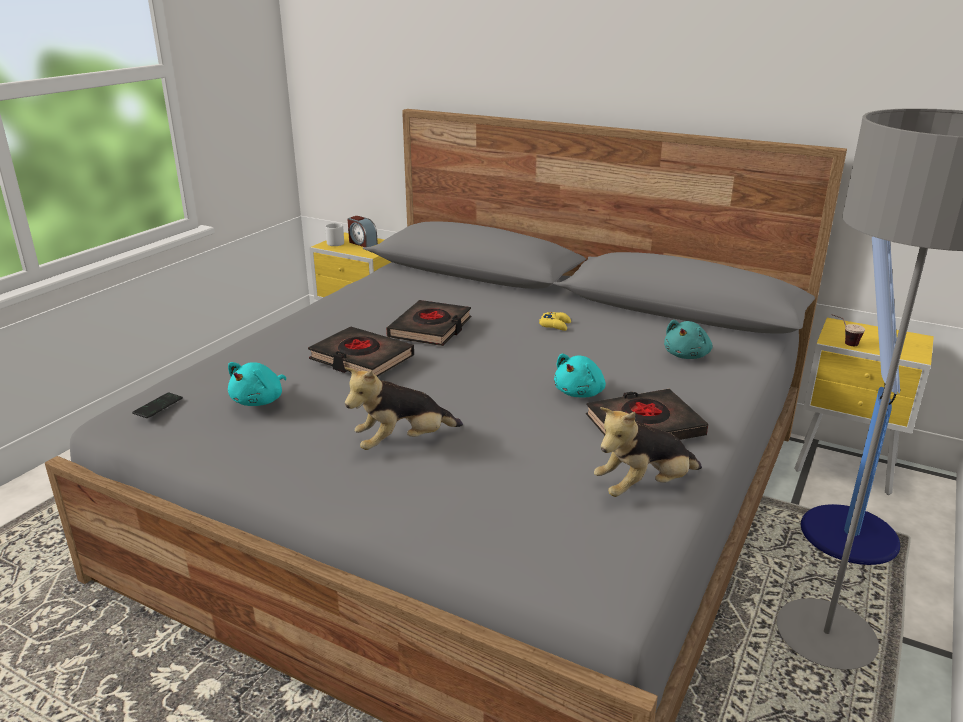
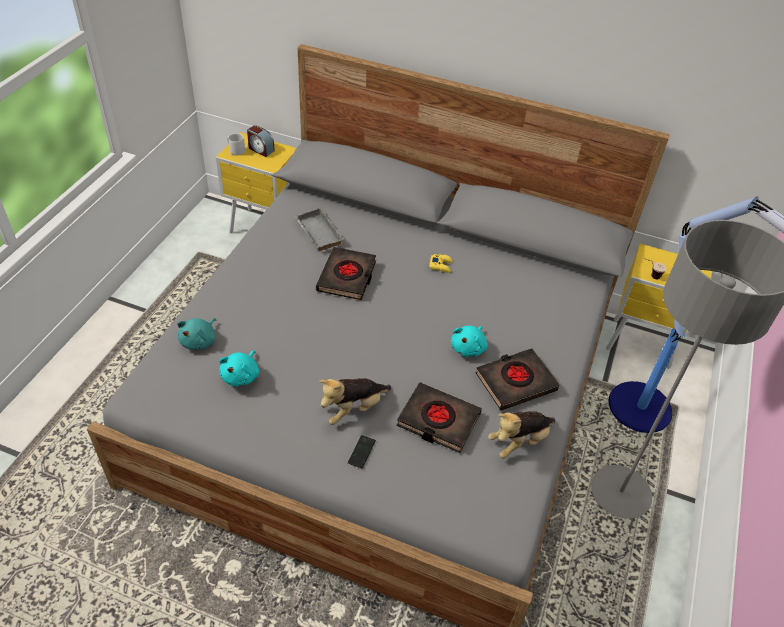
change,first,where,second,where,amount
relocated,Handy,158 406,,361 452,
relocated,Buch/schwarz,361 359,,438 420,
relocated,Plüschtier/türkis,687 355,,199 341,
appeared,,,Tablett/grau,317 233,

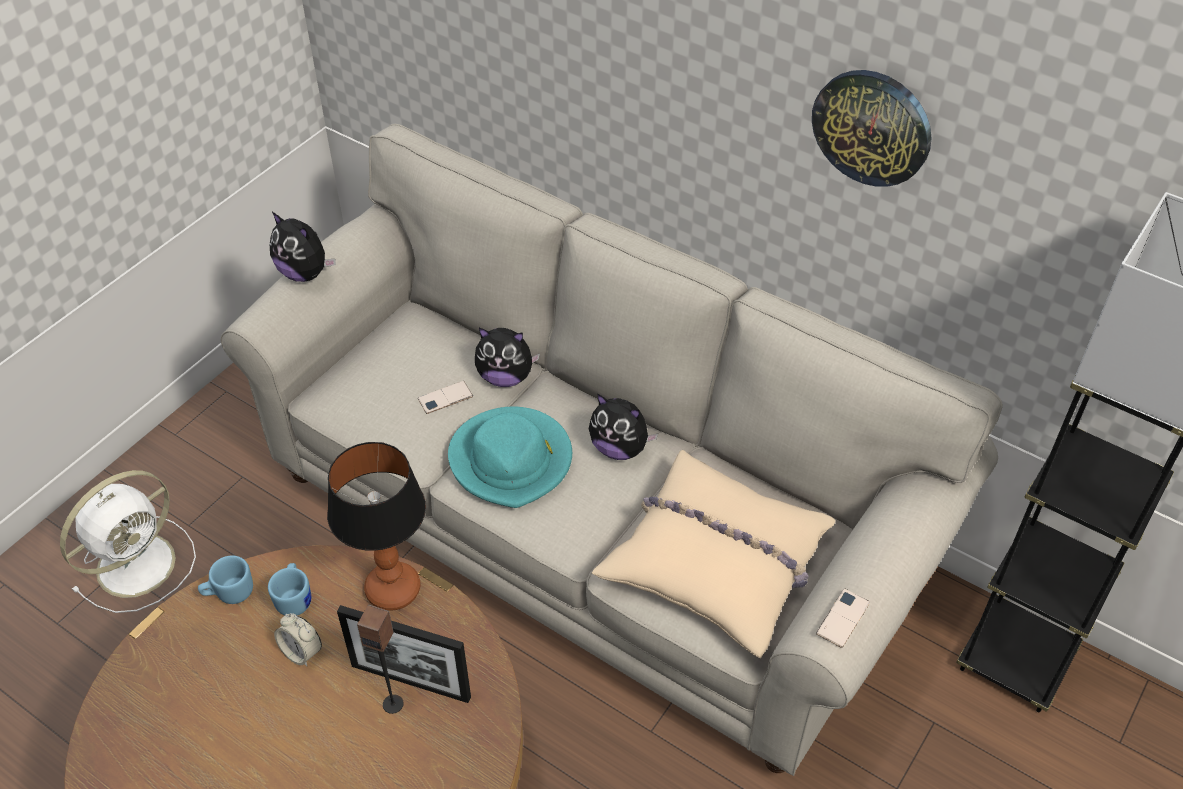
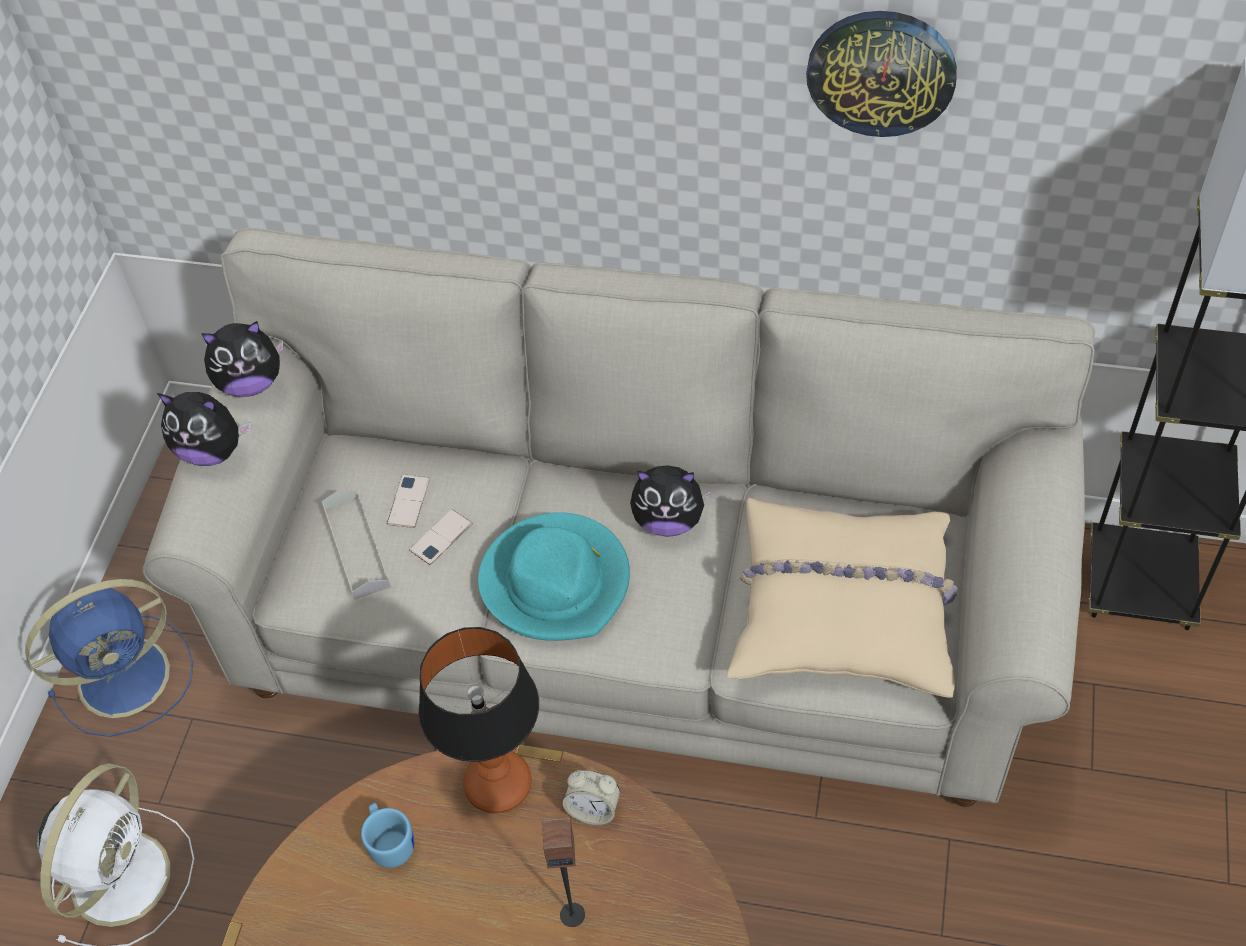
change,first,where,second,where,amount
missing,Henkelbecher/blau,229 593,,,
relocated,Wecker,302 652,,593 809,
missing,Bilderrahmen,411 681,,,
relocated,Plüschtier,505 377,,251 383,
relocated,Handy,842 618,,408 501,
appeared,,,Ventilator/blau,128 675,
appeared,,,Tablett/grau,356 547,

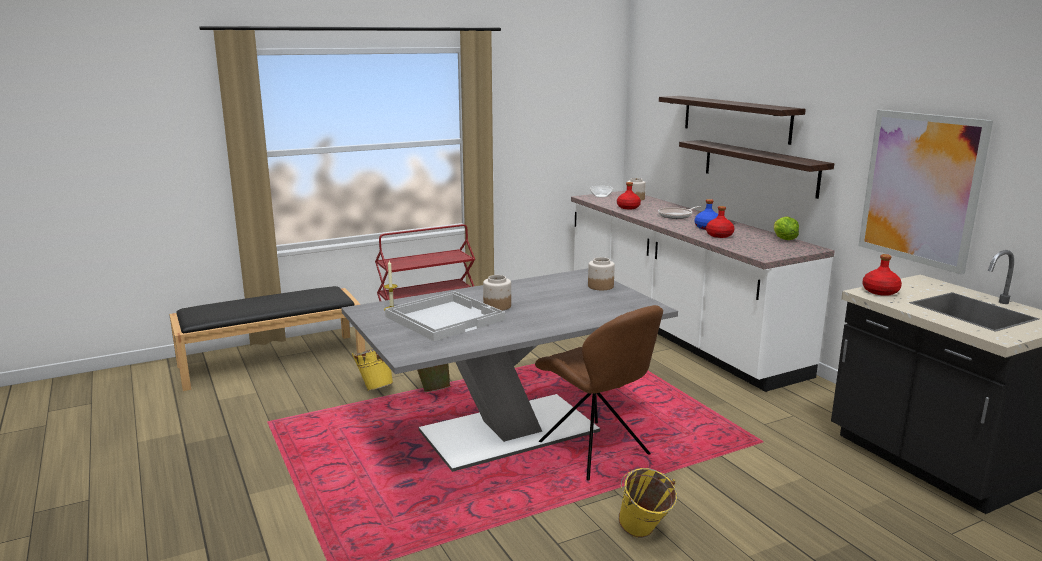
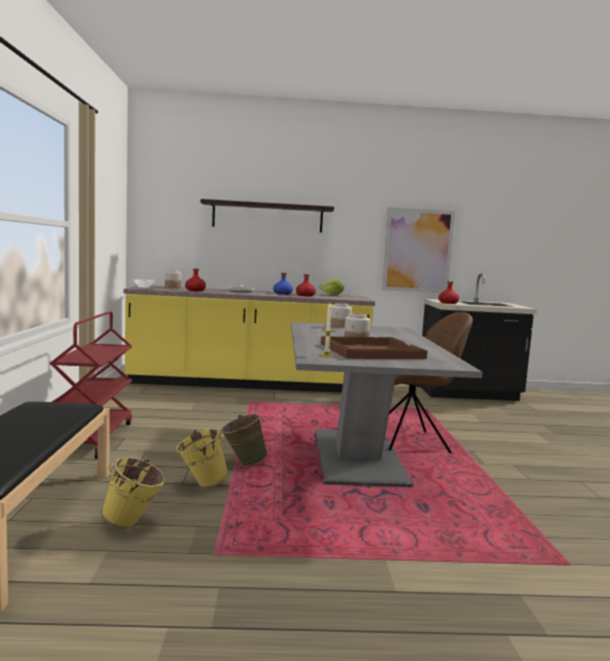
change,first,where,second,where,amount
colour,Tablett/weiß,445 317,Tablett/braun,369 350,
colour,Küchenzeile/weiß,676 331,Küchenzeile/gelb,248 384,
relocated,Eimer/gelb,644 535,,133 524,
missing,Wandregal,759 167,,,

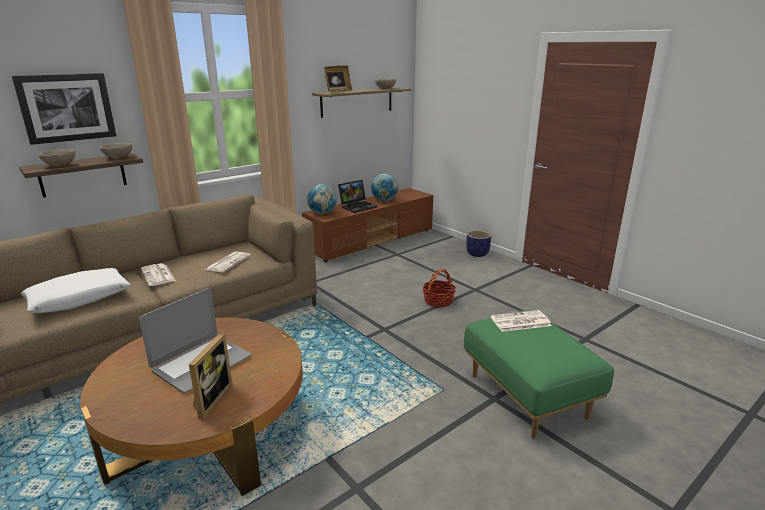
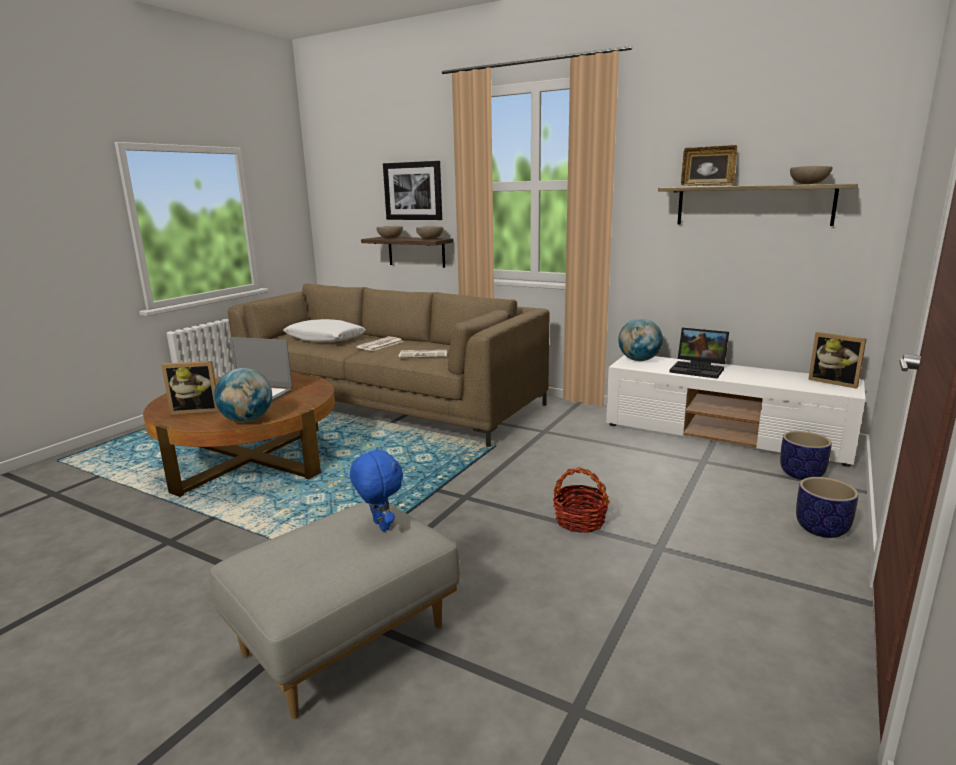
change,first,where,second,where,amount
colour,Fernsehschrank/braun,372 240,Fernsehschrank/weiß,725 435,
relocated,Globus,384 200,,247 420,
colour,Polsterhocker/grün,528 396,Polsterhocker/grau,344 642,
exchanged,Zeitung,520 322,Plüschtier/blau,379 526,
appeared,,,Pflanzkübel,801 474,
appeared,,,Bilderrahmen,834 382,

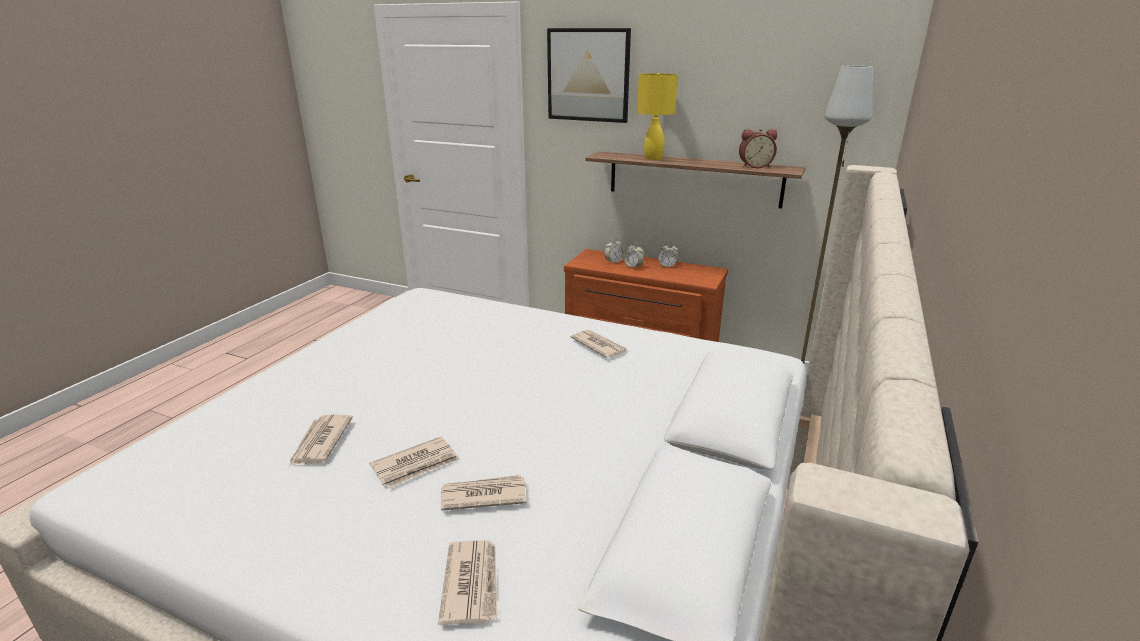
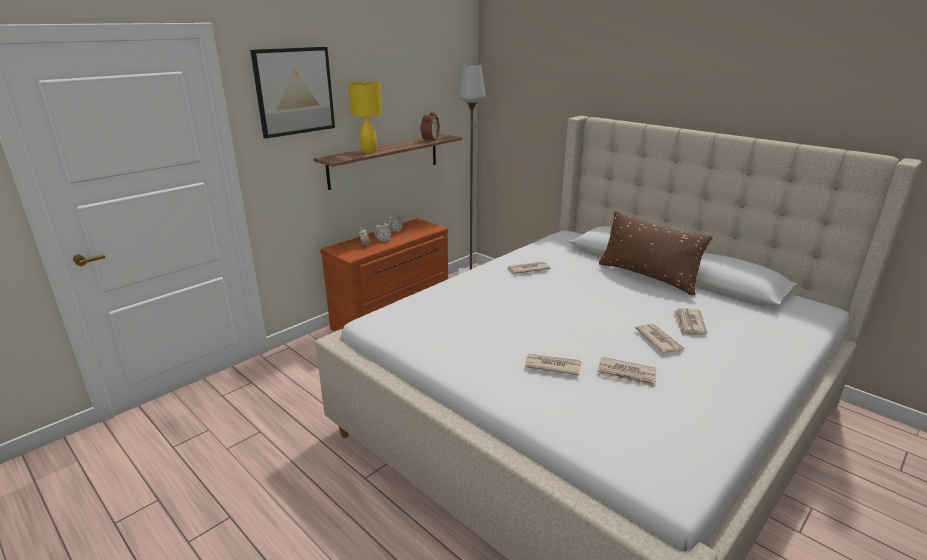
change,first,where,second,where,amount
relocated,Zeitung,472 583,,552 366,
appeared,,,Kissen/braun,647 277,

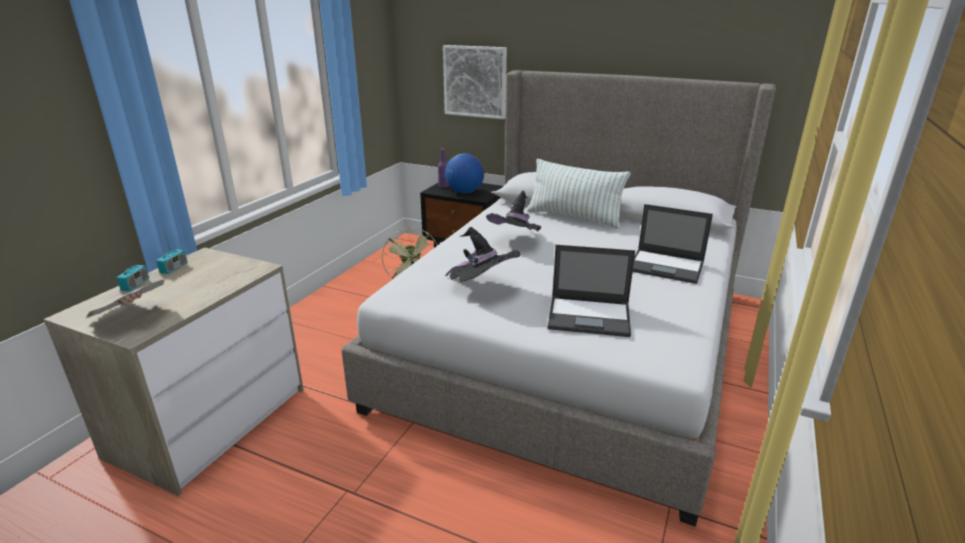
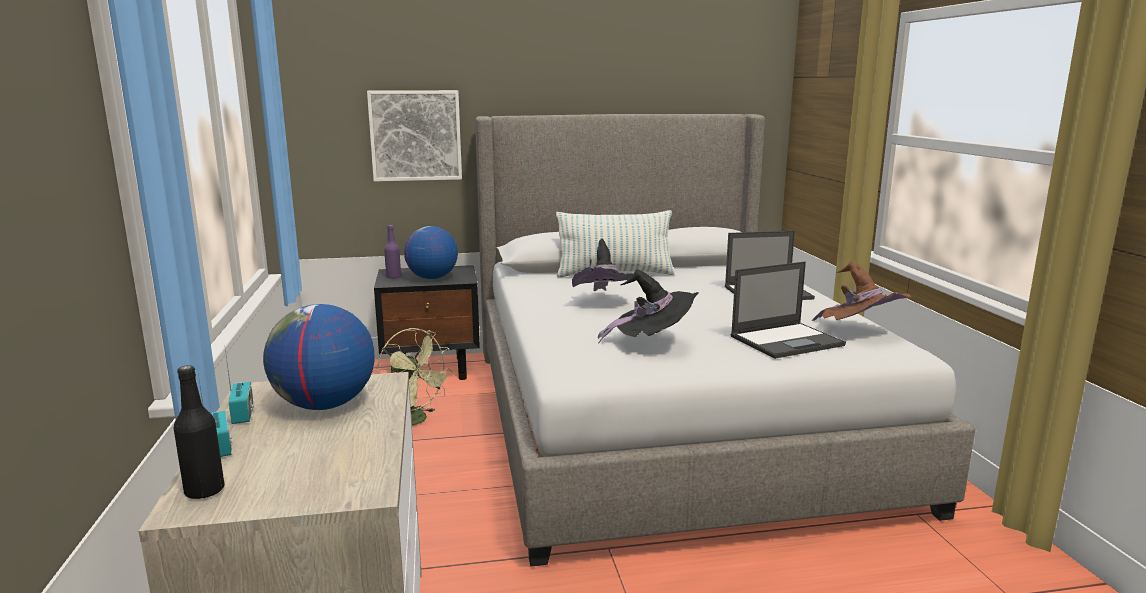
change,first,where,second,where,amount
missing,Zeitung,131 316,,,
appeared,,,Flasche/schwarz,204 491,
appeared,,,Globus,324 405,
appeared,,,Hut/braun,859 332,

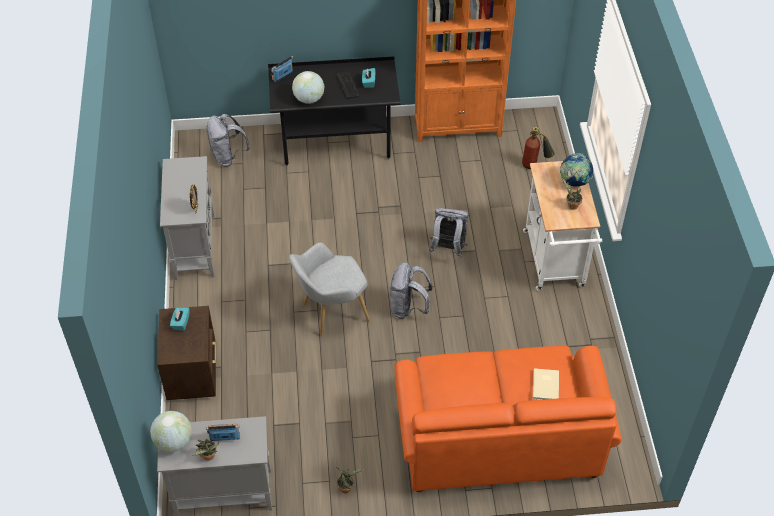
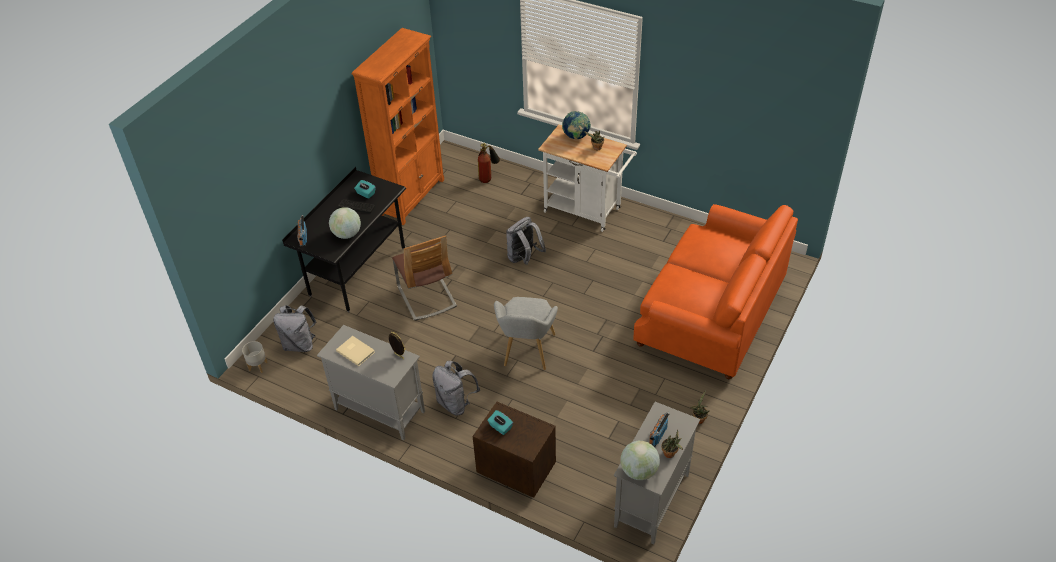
change,first,where,second,where,amount
relocated,Rucksack/grau,408 308,,456 403,
relocated,Buch/beige,546 385,,356 351,
appeared,,,Pflanzkübel/grau,257 366,
appeared,,,Stuhl,426 296,

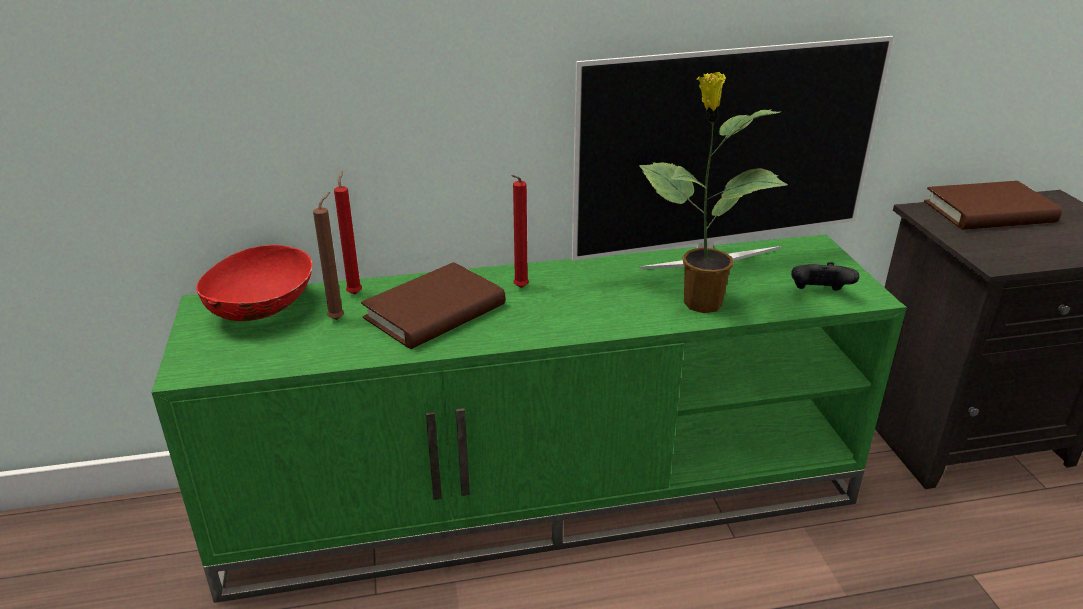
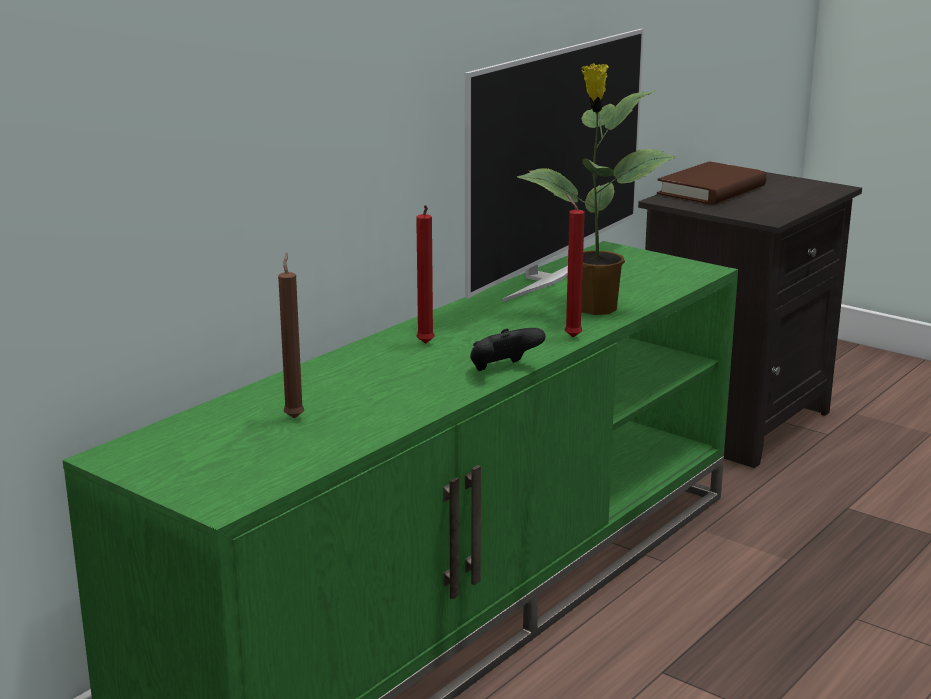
change,first,where,second,where,amount
missing,Schüssel/rot,262 311,,,
relocated,Kerze/rot,355 293,,571 336,
missing,Buch/braun,435 312,,,
relocated,Gamepad/schwarz,818 294,,503 370,

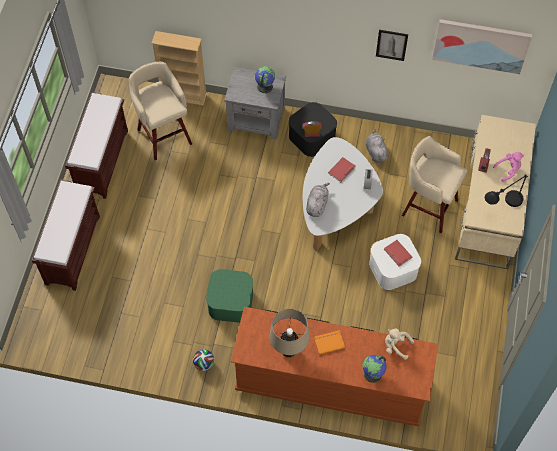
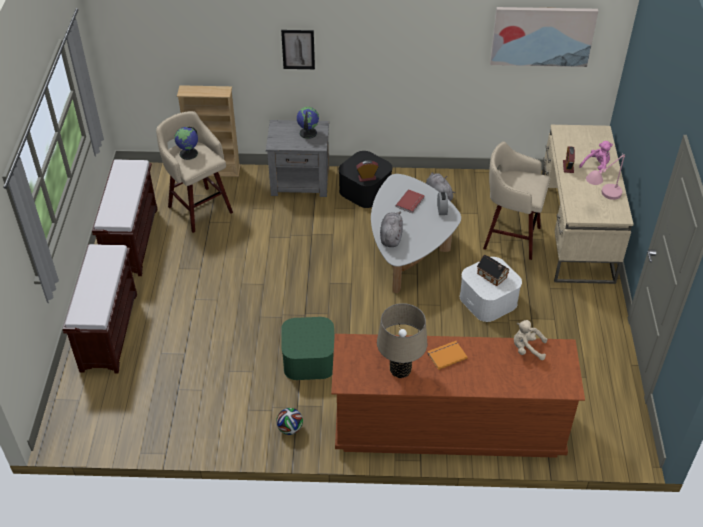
change,first,where,second,where,amount
relocated,Globus,373 374,,189 153,
relocated,Bild,391 45,,298 49,
exchanged,Buch/rot,397 254,Spielzeughaus,492 276,
colour,Tischlampe/schwarz,501 207,Tischlampe/rosa,601 201,

